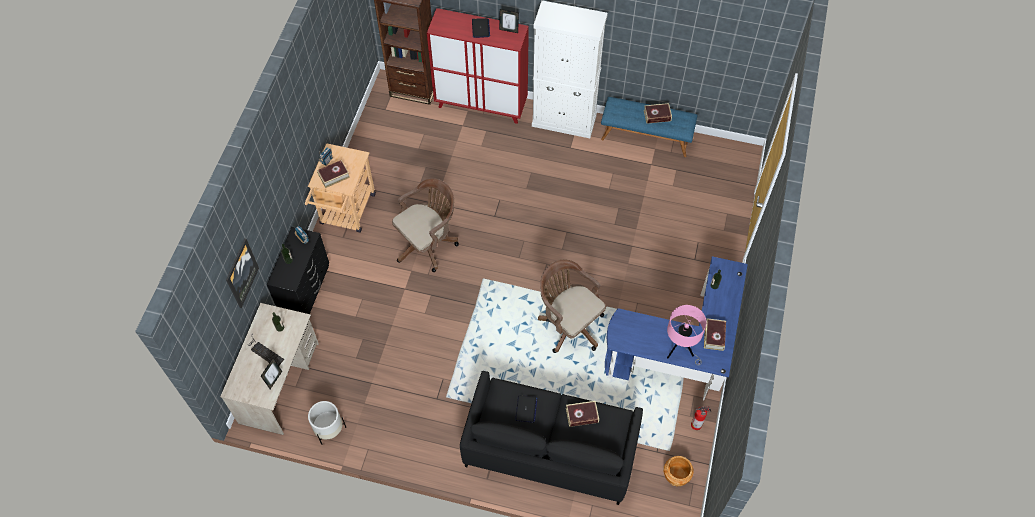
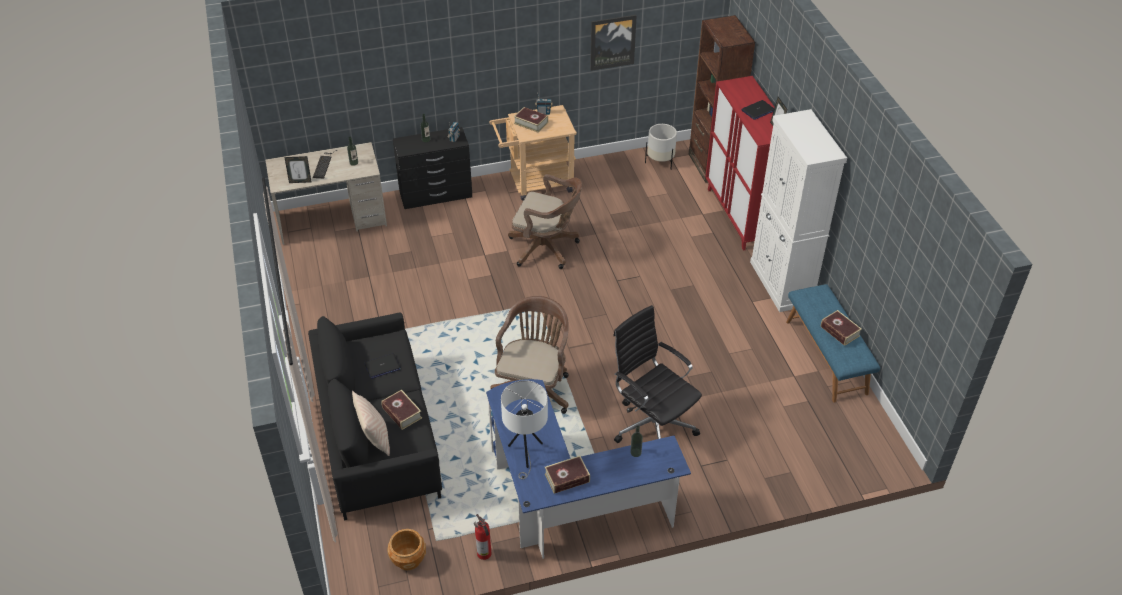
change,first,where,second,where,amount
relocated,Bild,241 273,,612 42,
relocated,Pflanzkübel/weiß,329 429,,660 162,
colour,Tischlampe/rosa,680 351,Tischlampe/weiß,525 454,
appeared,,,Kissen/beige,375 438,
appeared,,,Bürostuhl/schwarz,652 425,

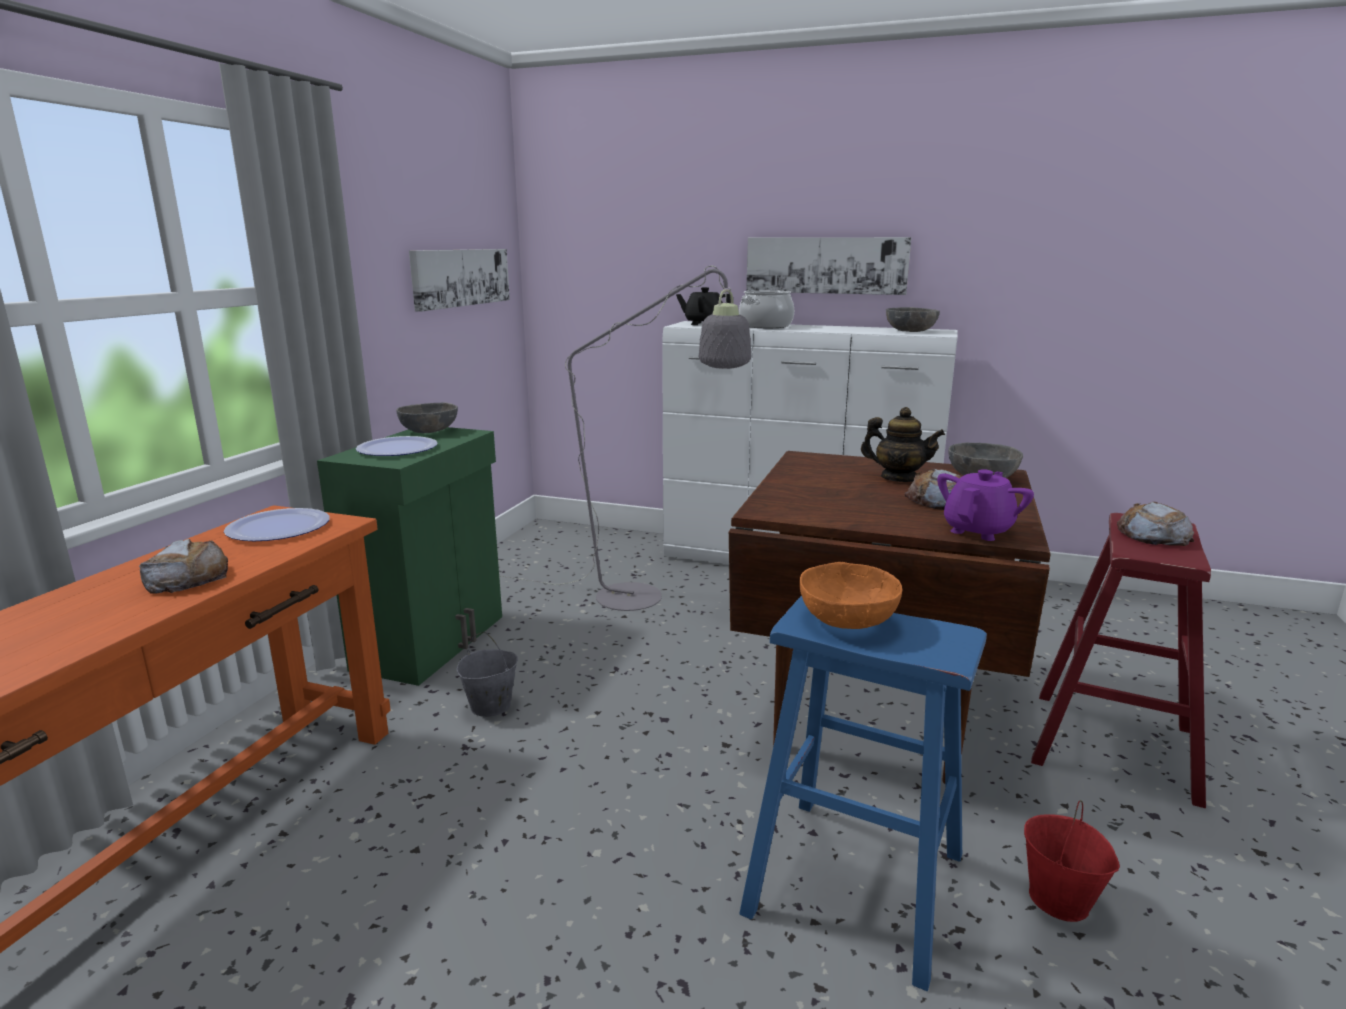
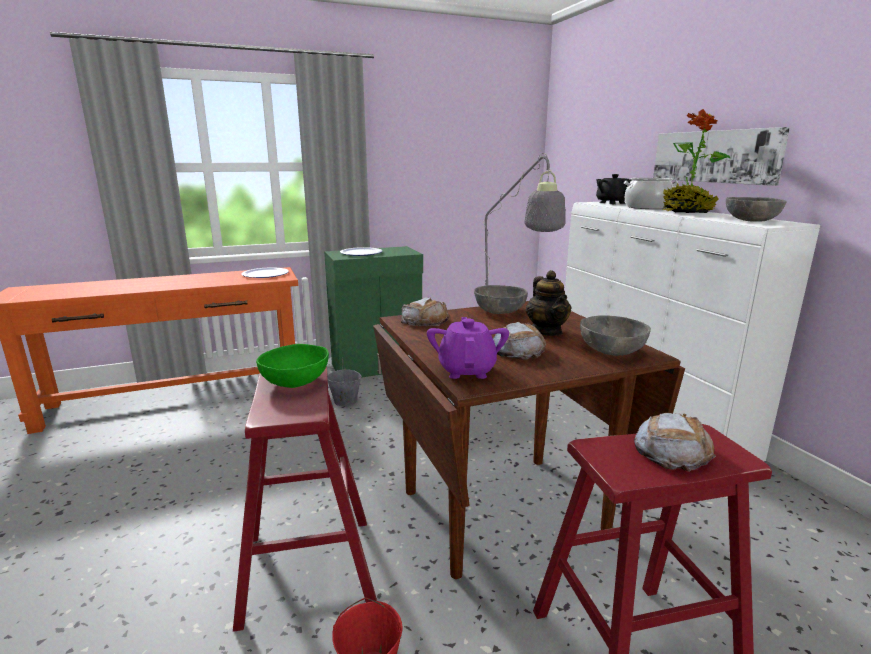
change,first,where,second,where,amount
relocated,Brot,187 578,,425 320,
relocated,Schüssel/grau,429 431,,500 311,
missing,Bild,461 277,,,
colour,Hocker/blau,855 883,Hocker/rot,308 568,
colour,Schüssel/orange,847 619,Schüssel/grün,296 381,
spun,Teekanne/lila,978 530,,467 370,90 degrees counterclockwise
appeared,,,Topfpflanze,686 213,

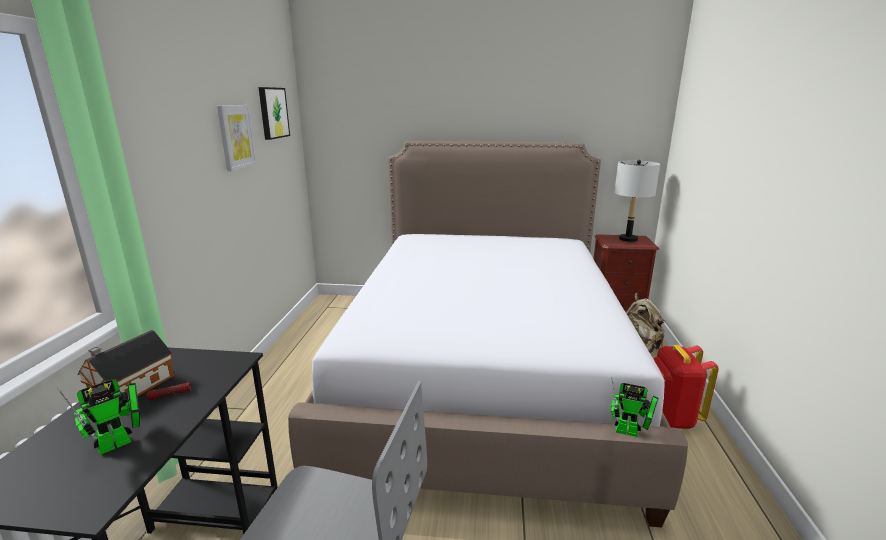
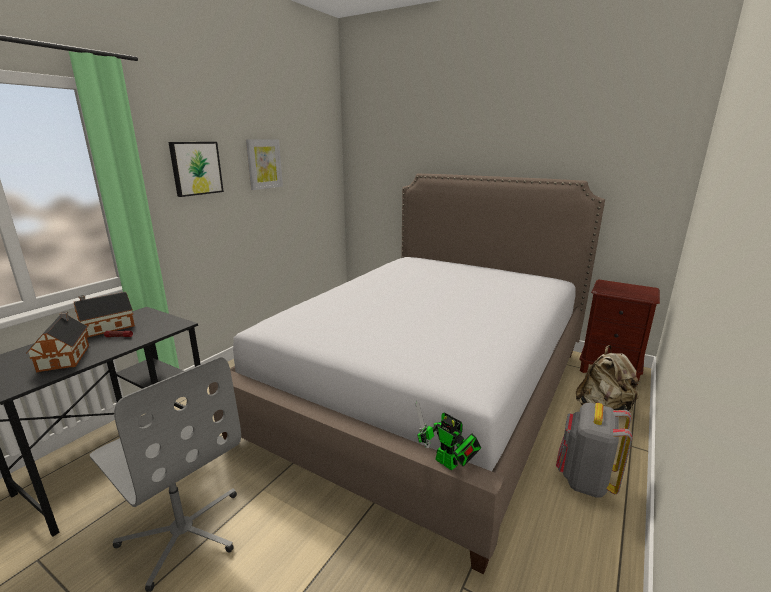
change,first,where,second,where,amount
exchanged,Spielzeugroboter,120 442,Spielzeughaus,65 357,
relocated,Bild,272 113,,196 168,
missing,Tischlampe/grau,628 239,,,
colour,Rucksack/rot,669 417,Rucksack/grau,585 480,

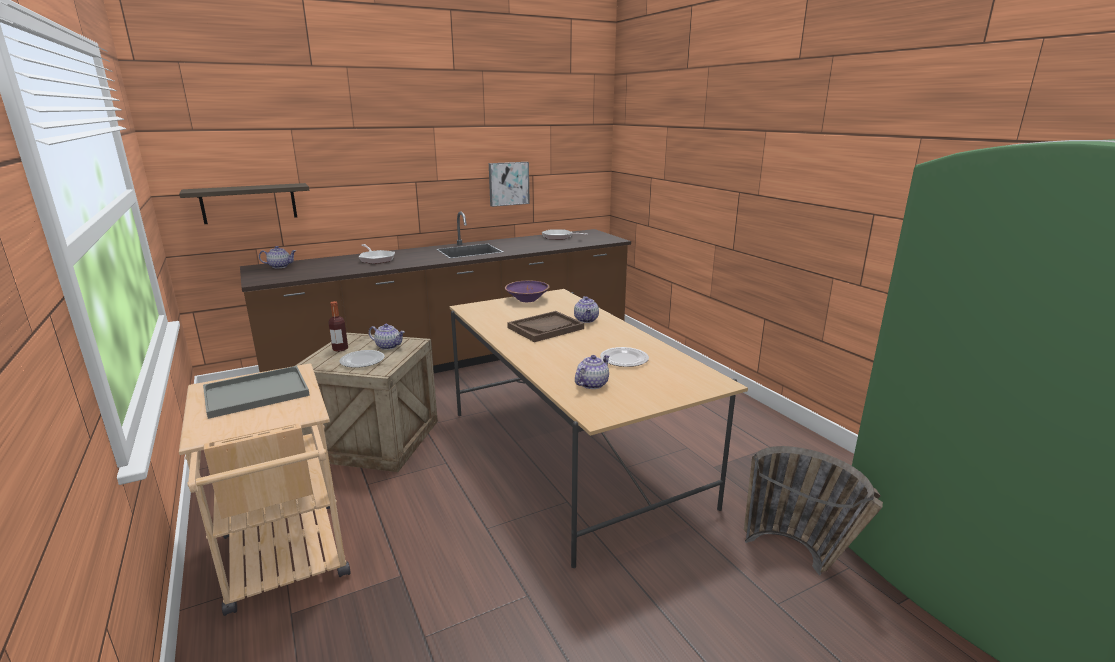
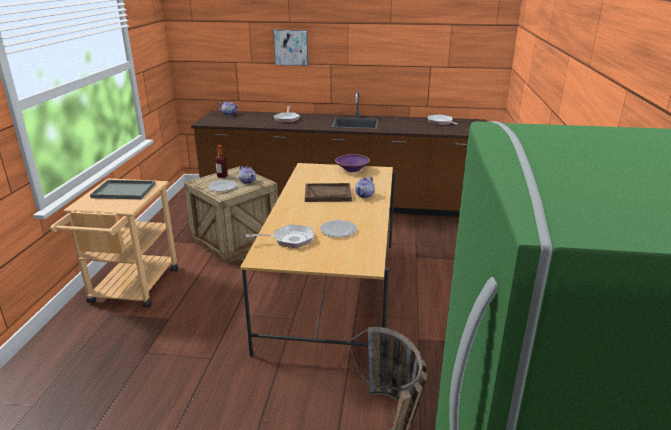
change,first,where,second,where,amount
missing,Wandregal,249 203,,,
relocated,Bild,508 183,,291 47,
exchanged,Teekanne,592 384,Pfanne,290 240,

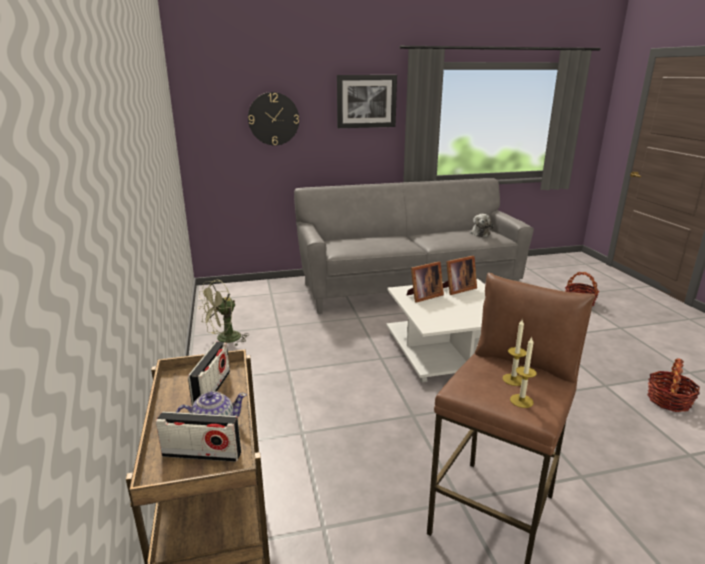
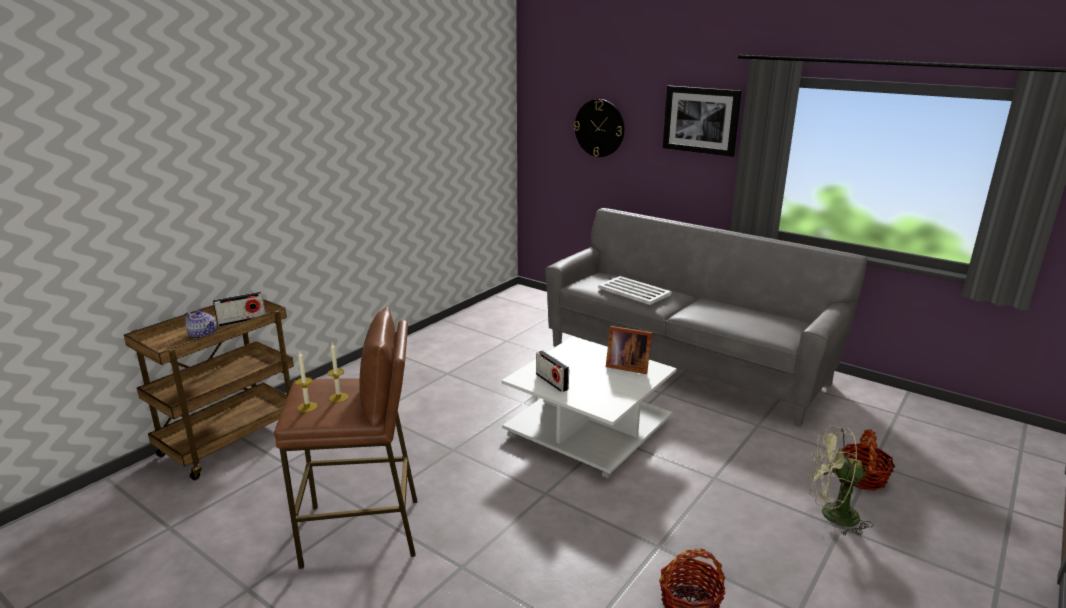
change,first,where,second,where,amount
relocated,Radio,202 454,,551 382,
relocated,Ventilator/grün,224 340,,831 515,
missing,Bilderrahmen,423 296,,,
missing,Plüschtier,480 233,,,
appeared,,,Tablett/weiß,634 291,

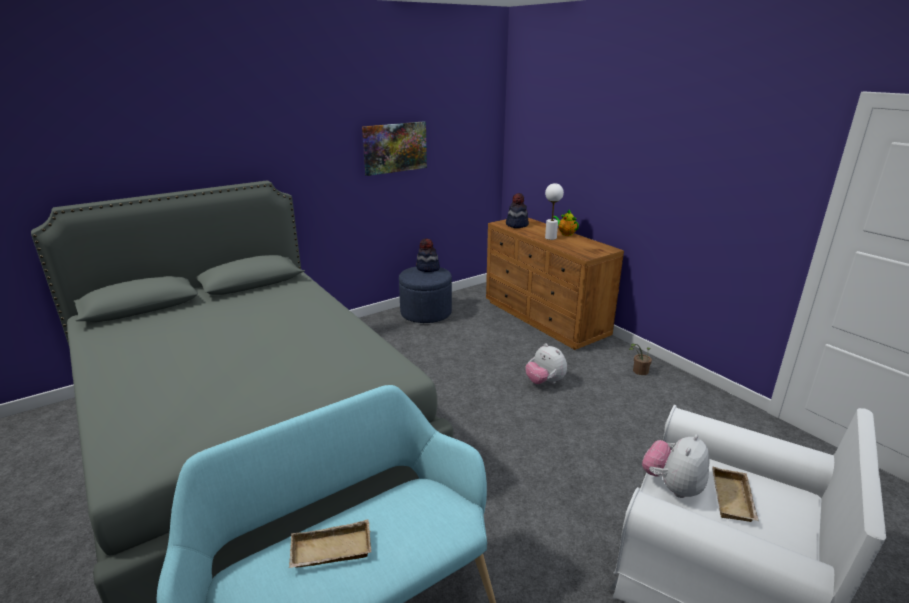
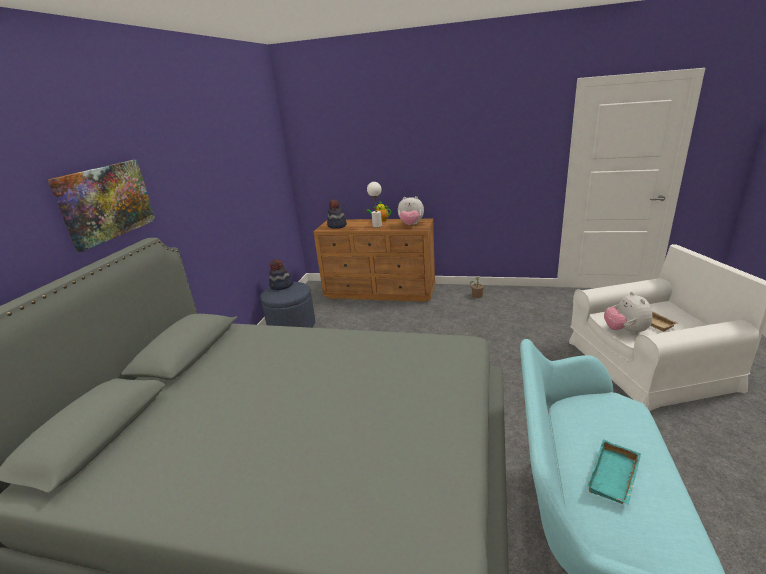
change,first,where,second,where,amount
colour,Tablett/beige,330 552,Tablett/türkis,615 477,
relocated,Bild,394 147,,106 202,
relocated,Plüschtier,545 382,,411 225,

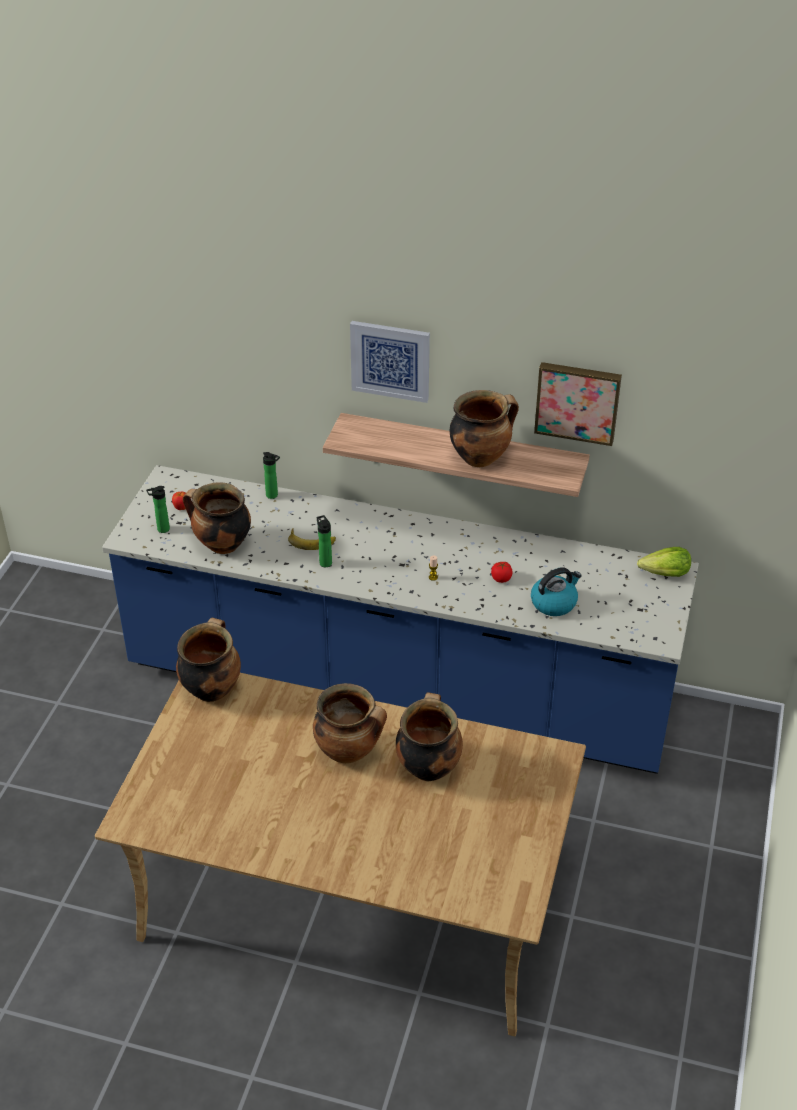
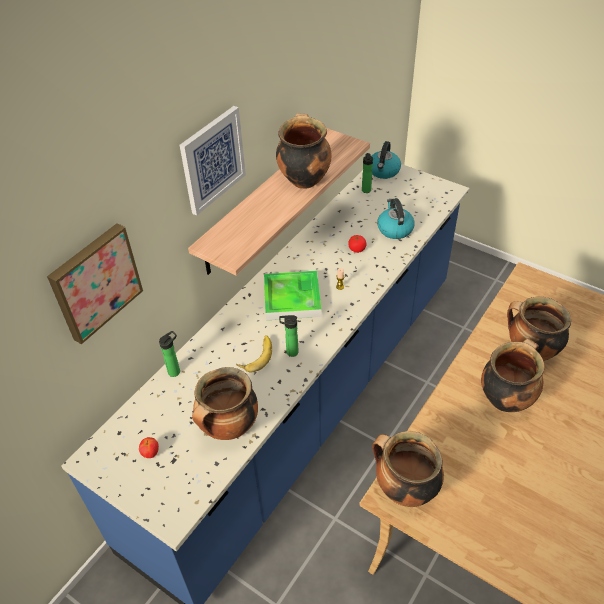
change,first,where,second,where,amount
relocated,Flasche,161 529,,366 191,
relocated,Bild,577 401,,95 282,
exchanged,Salatkopf,665 574,Wasserkessel,383 171,
appeared,,,Tablett,292 298,

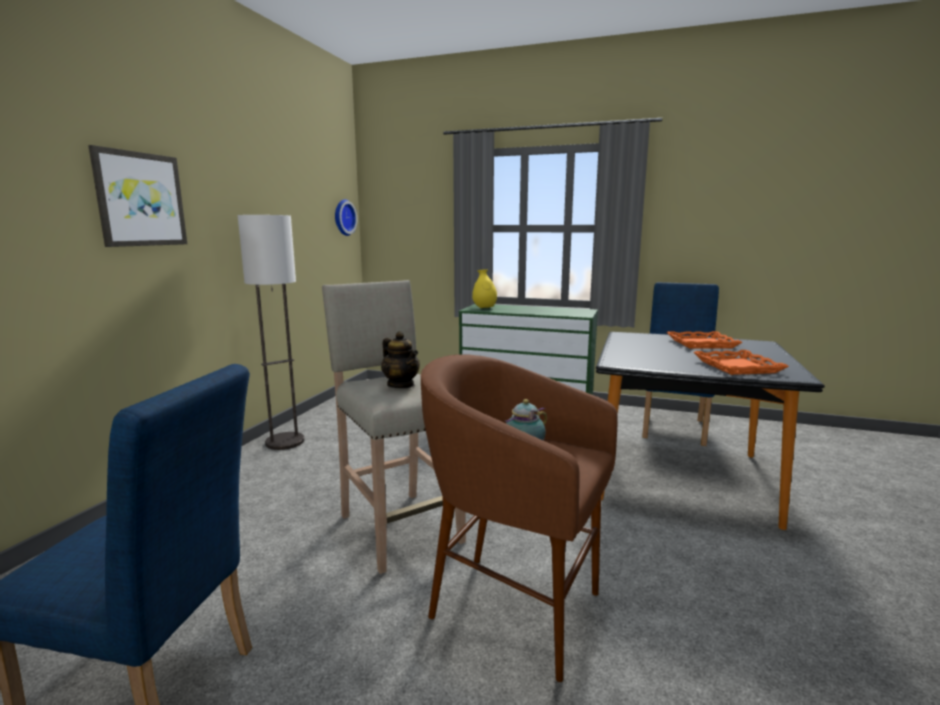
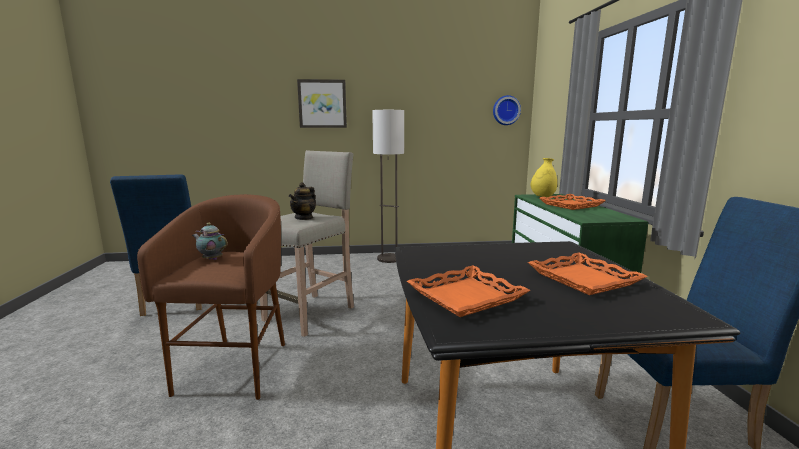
change,first,where,second,where,amount
appeared,,,Tablett/orange,571 205,

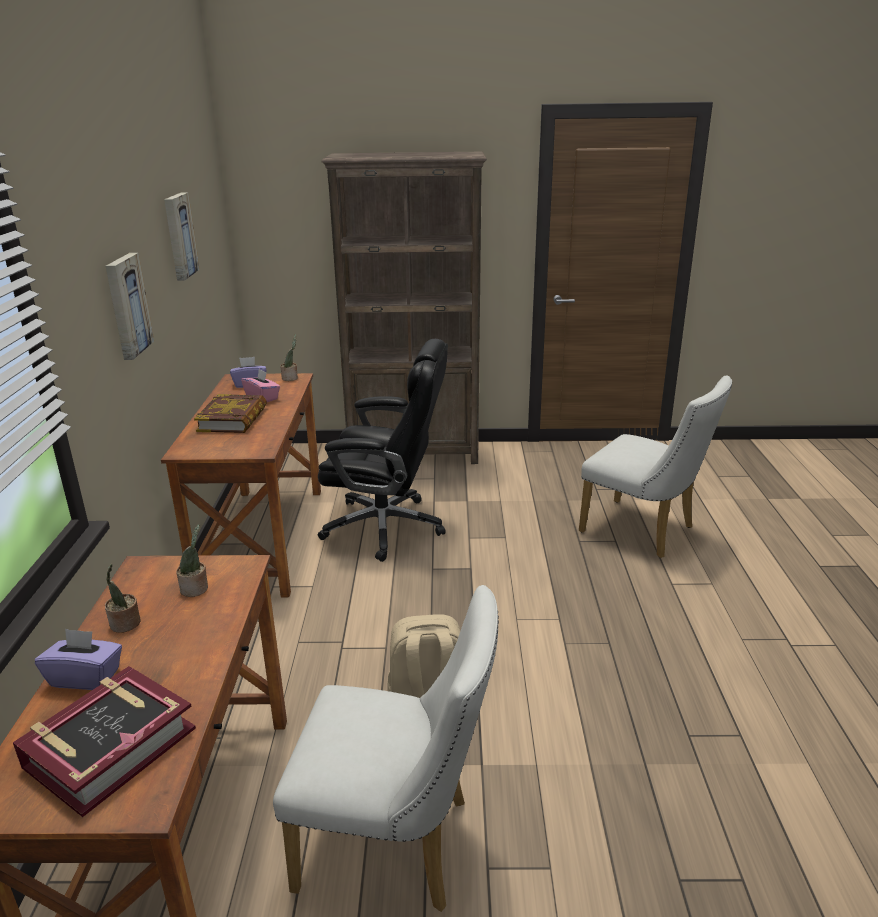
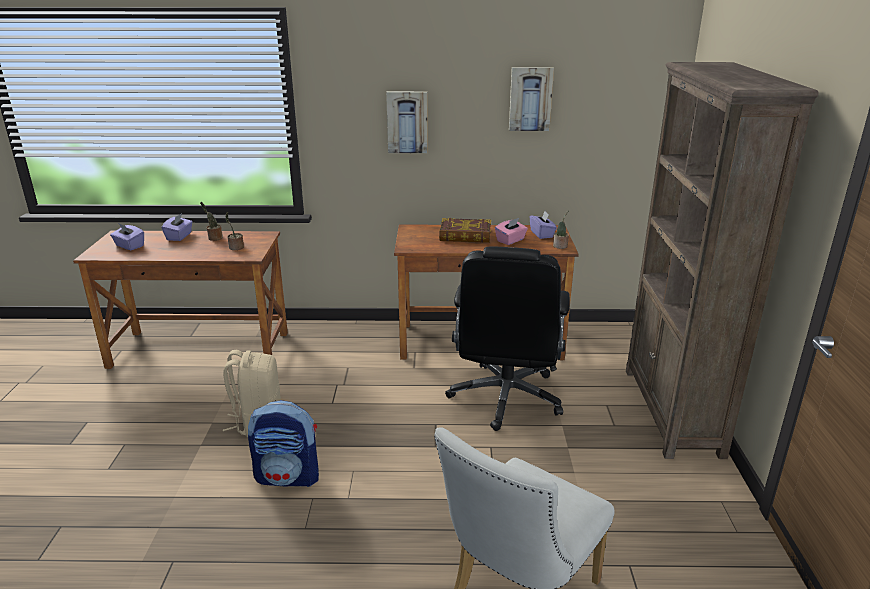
change,first,where,second,where,amount
exchanged,Buch,110 747,Taschentuchbox/lila,129 246,
missing,Stuhl/weiß,397 845,,,
appeared,,,Rucksack,288 476,

